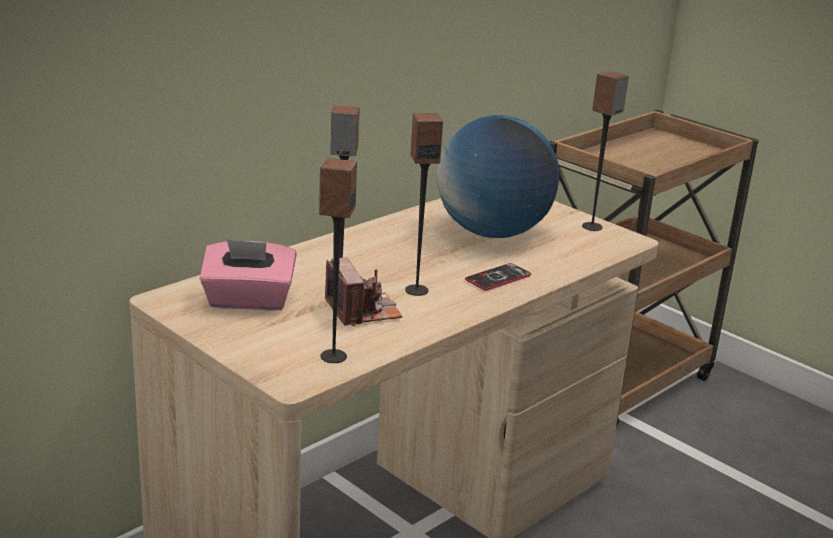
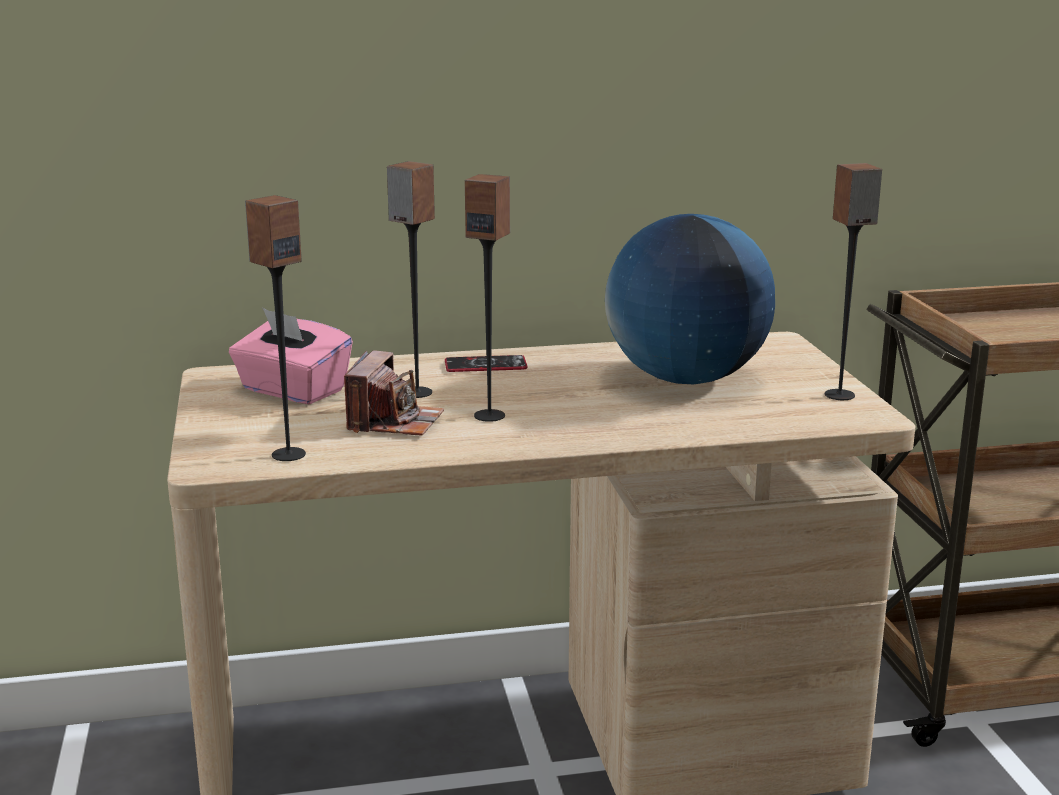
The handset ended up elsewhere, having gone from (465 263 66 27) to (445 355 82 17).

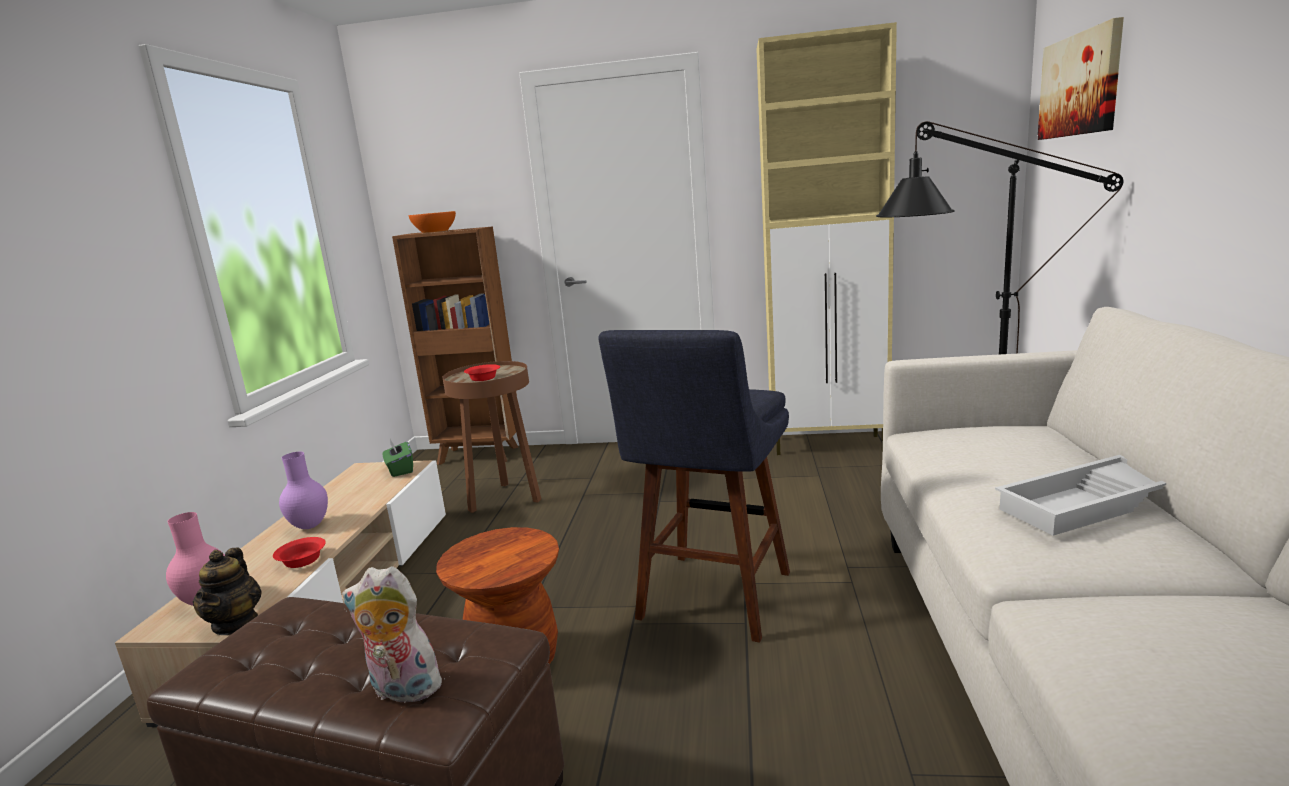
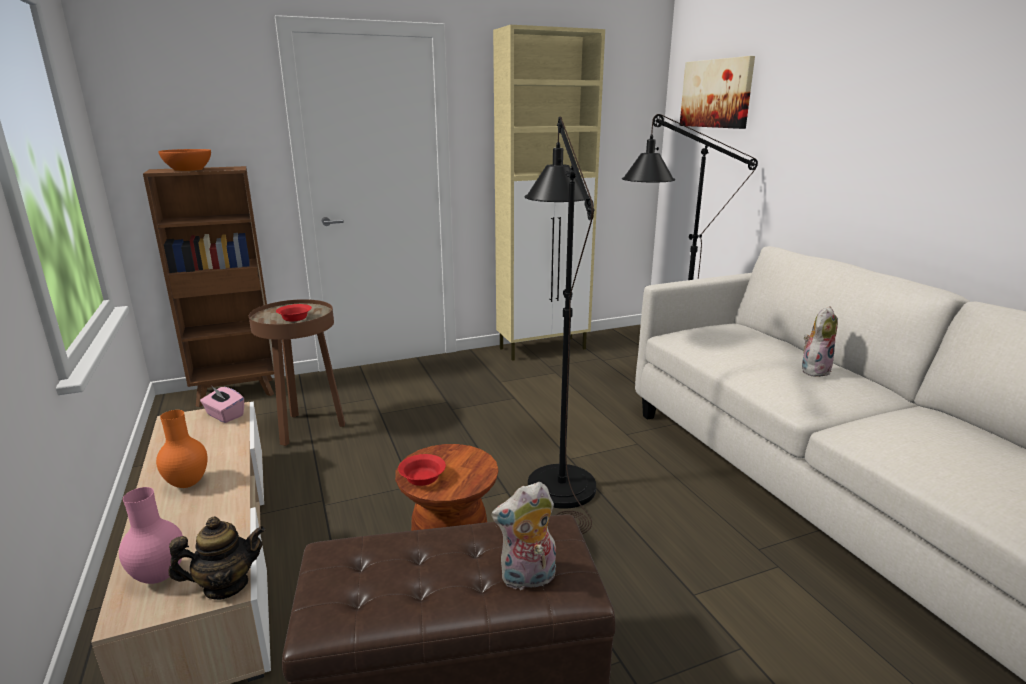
Where the bluish sitting stool stood at (598 330 192 313), the blackish standard lamp came to stand at (525 116 71 418).
What was the green-coloured tissue box at (382 439 31 38) turned into the pinkish tissue box at (200 387 44 36).
What was the purple-coloured vase at (279 452 49 77) turned into the orange vase at (156 410 51 78).
Where the white carrying tray stood at (995 455 171 81), the soft toy came to stand at (802 306 36 71).
The reddish bowl ended up elsewhere, having gone from (273 537 53 31) to (398 454 48 32).
The pot for tea at (192 548 70 87) ended up facing another way, 75 degrees counterclockwise from before.

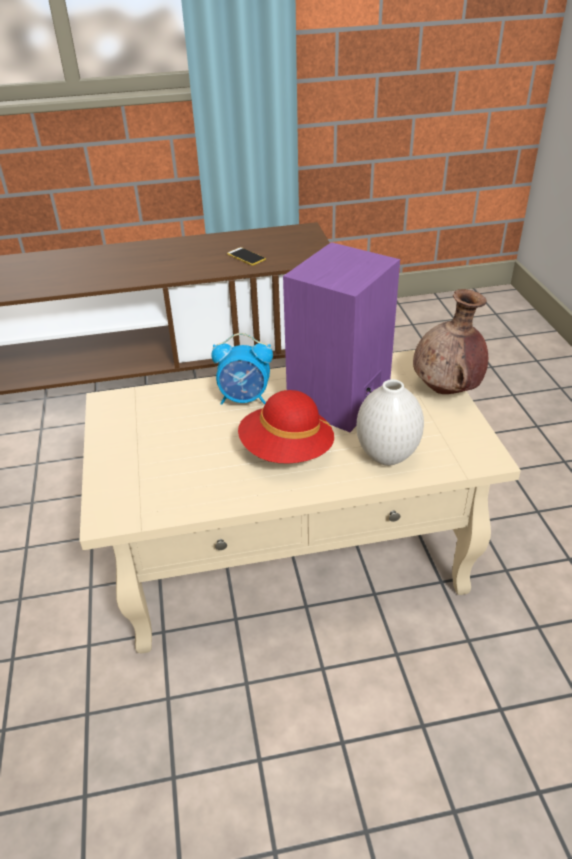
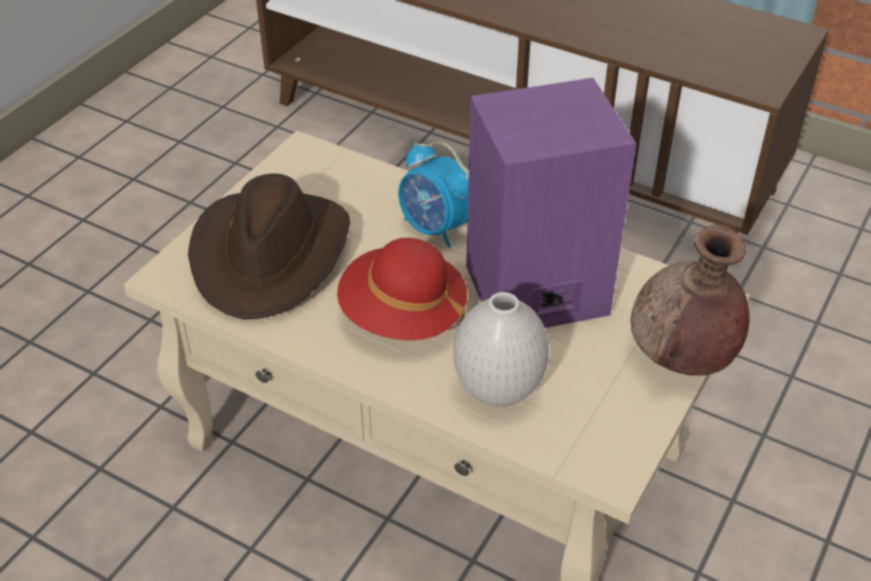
The second view lost the handset at (227 247 39 19).
The second view gained the brown wearable hat at (188 174 162 146).

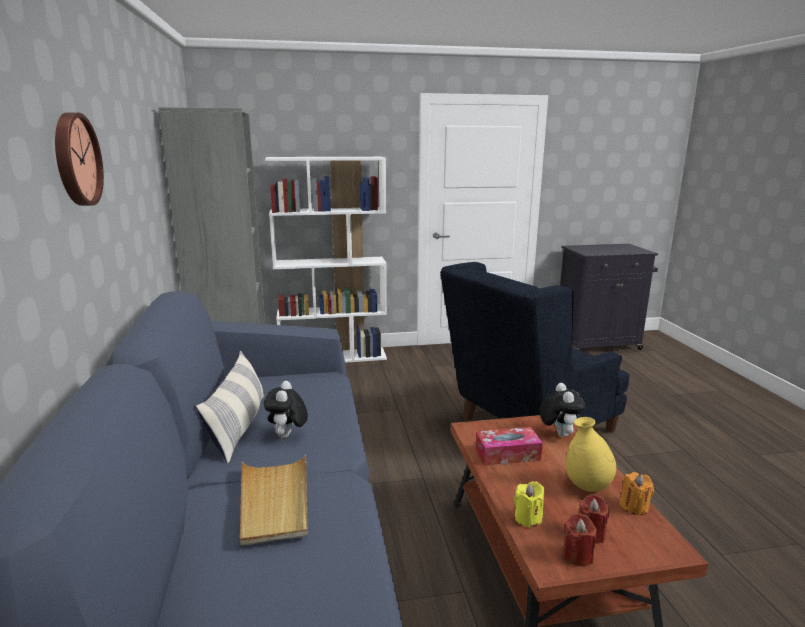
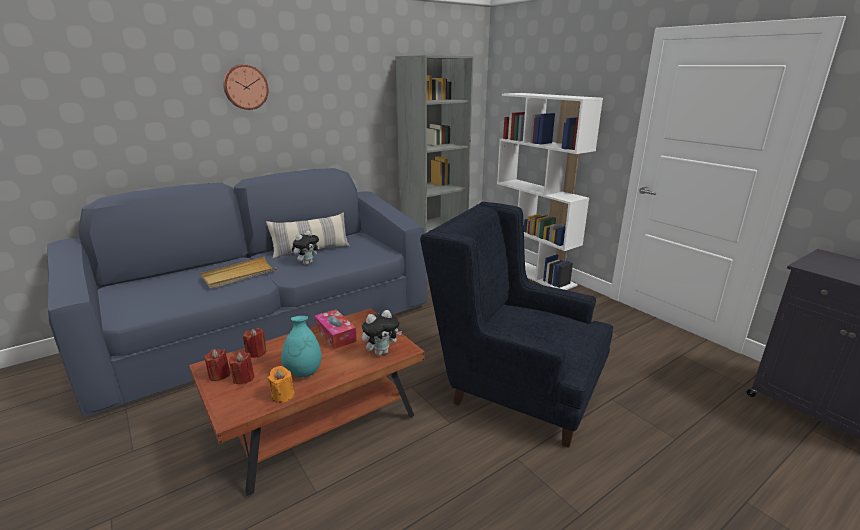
The soft toy at (264 381 44 57) ended up facing another way, 150 degrees clockwise from before.
What was the yellow-coloured vase at (566 417 50 75) turned into the turquoise-coloured vase at (281 316 40 61).
What was the yellow-coloured candle at (514 481 30 47) turned into the reddish candle at (243 328 23 30).

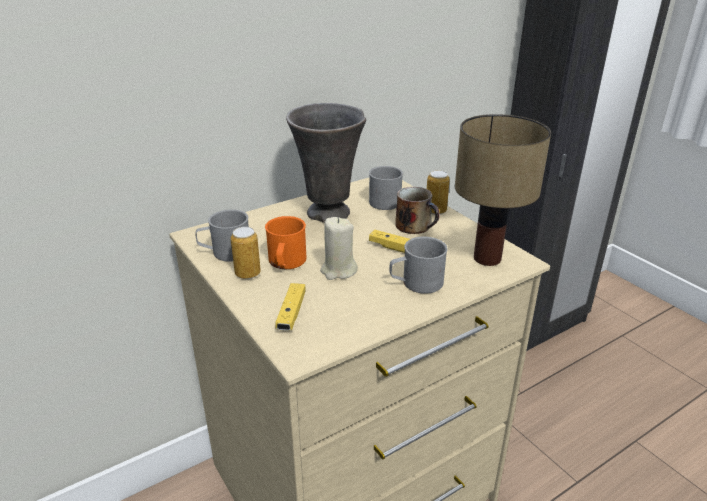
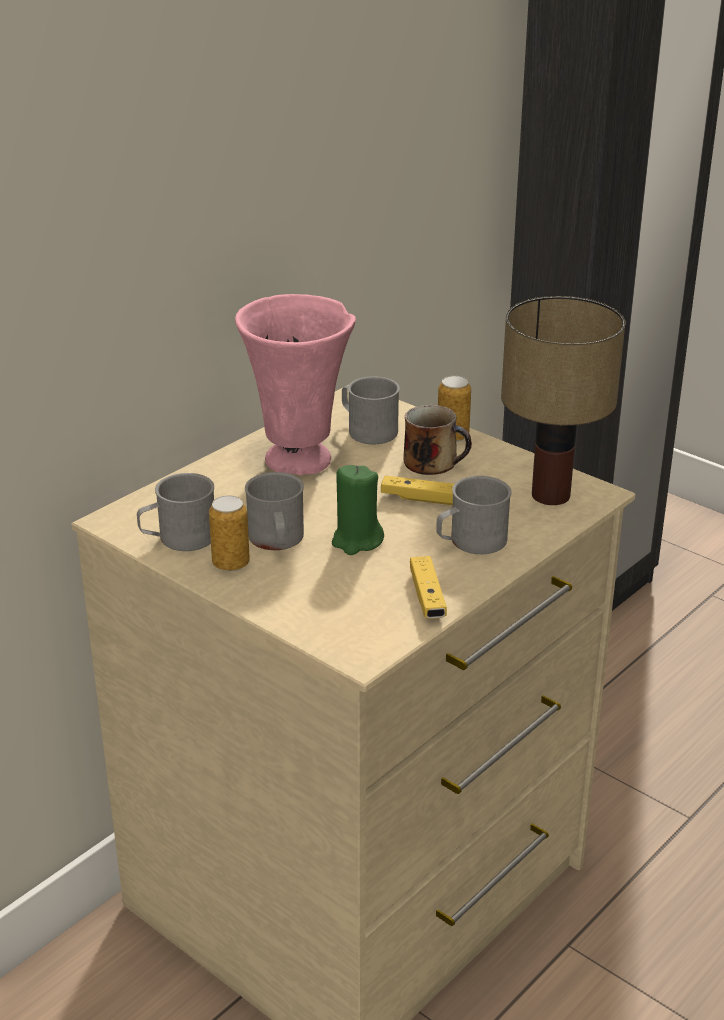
What was the gray vase at (286 103 80 120) turned into the pinkish vase at (235 294 121 181).
What was the orange tea mug at (265 216 41 53) turned into the gray tea mug at (245 472 59 78).
What was the beige-coloured candle at (320 217 38 63) turned into the green-coloured candle at (332 465 52 90).
The yellow-coloured game controller ended up elsewhere, having gone from (275 283 30 48) to (410 556 37 63).

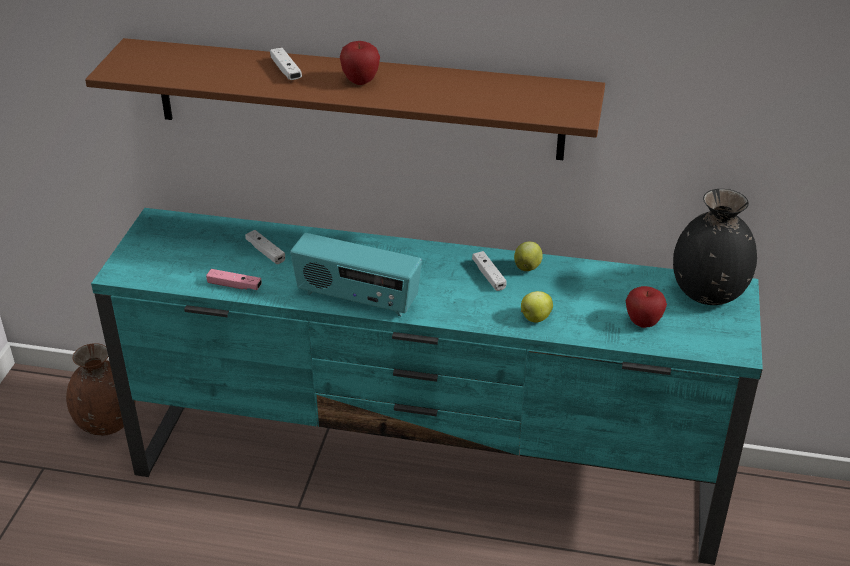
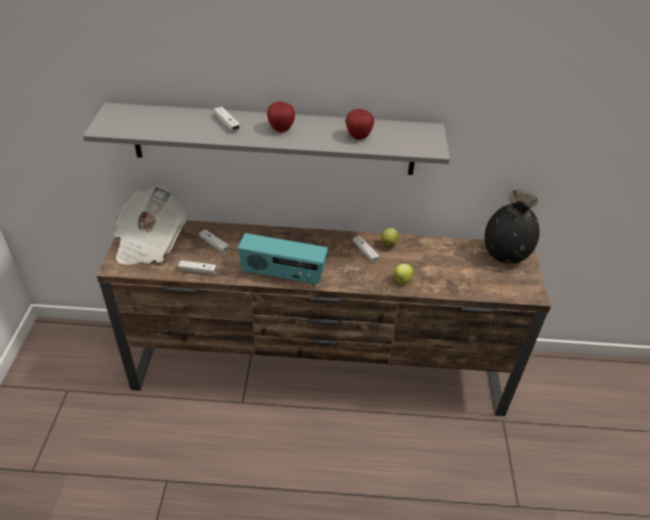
What was the brown wall shelf at (85 38 520 122) turned into the gray wall shelf at (83 103 367 72).
What was the turquoise-coloured tv unit at (91 208 672 357) turned into the brown tv unit at (97 220 454 196).
What was the pinkish game controller at (206 269 56 21) turned into the white game controller at (178 260 39 14).
The apple ended up elsewhere, having gone from (626 286 41 42) to (345 109 29 31).
The second view lost the brown vase at (66 343 70 93).
The second view gained the daily paper at (114 186 73 79).

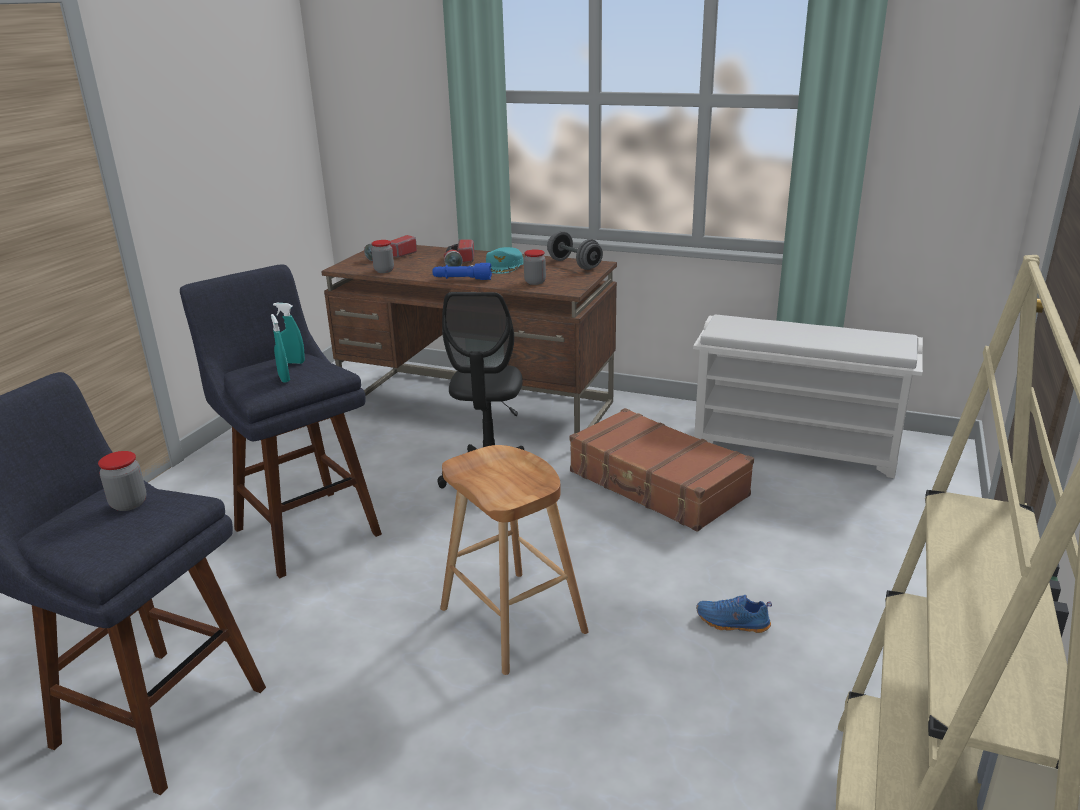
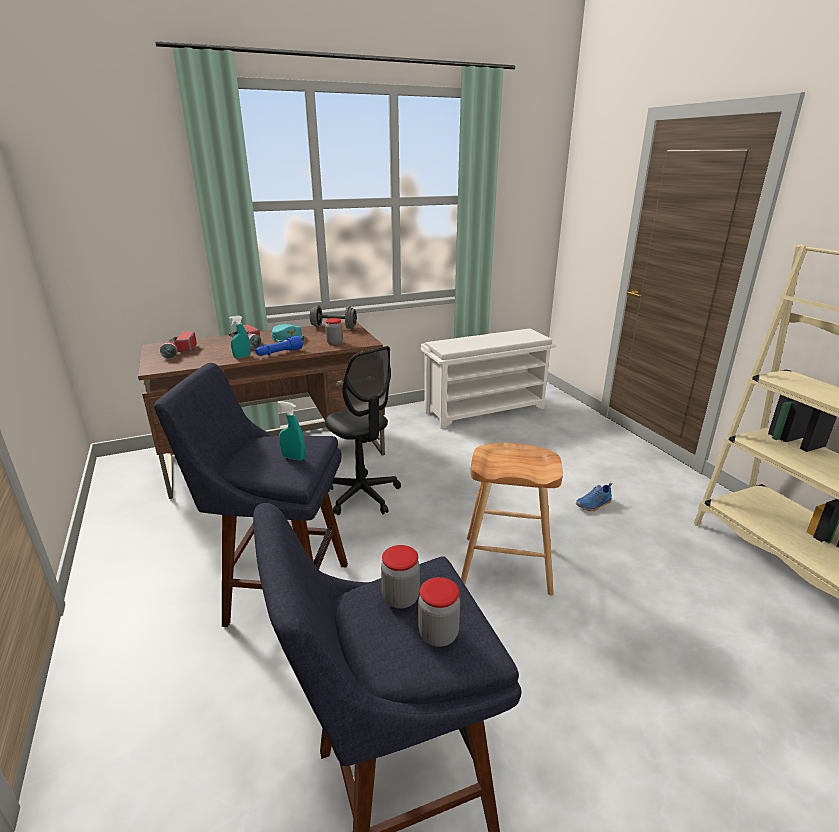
The jar ended up elsewhere, having gone from (371 240 23 33) to (418 577 42 70).
The turquoise-coloured spray bottle ended up elsewhere, having gone from (273 303 32 61) to (229 315 22 43).
The second view lost the brown suitcase at (570 408 184 123).

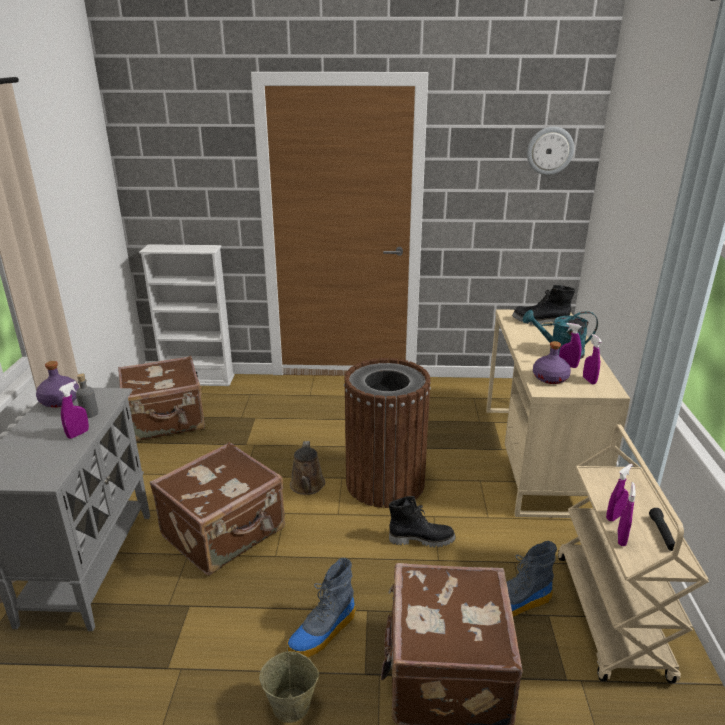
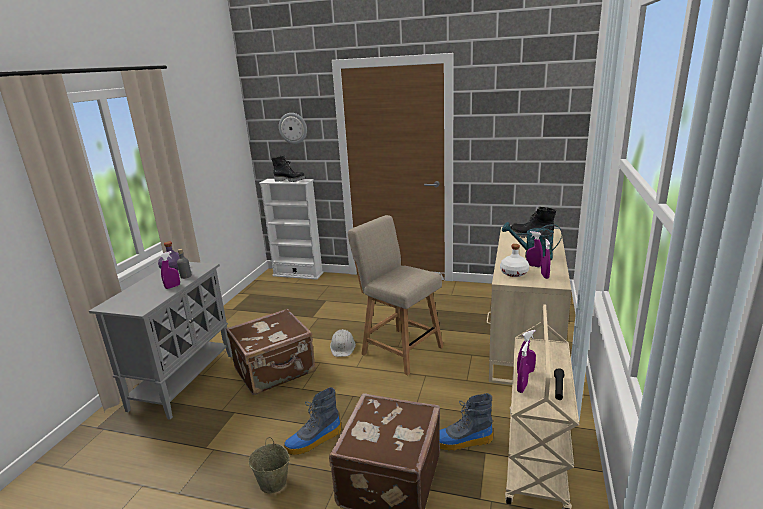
The clock on the wall ended up elsewhere, having gone from (527 127 47 48) to (279 113 28 31).
What was the purple-coloured bottle at (533 341 38 43) turned into the white bottle at (500 244 29 33).
The second view lost the brown suitcase at (118 356 87 86).
Where the brown rubbish bin stood at (344 358 87 150), the beige-coloured chair came to stand at (348 215 95 160).
Where the brown watering can stood at (290 441 35 54), the white safety helmet came to stand at (330 329 26 28).
The blackish high-top boot ended up elsewhere, having gone from (389 496 67 52) to (271 155 35 27).

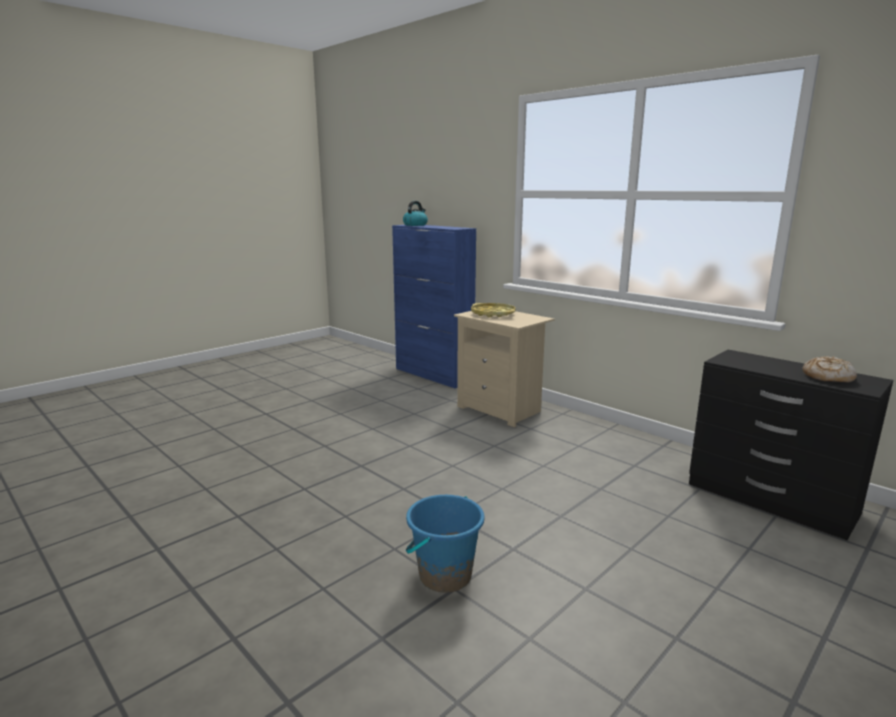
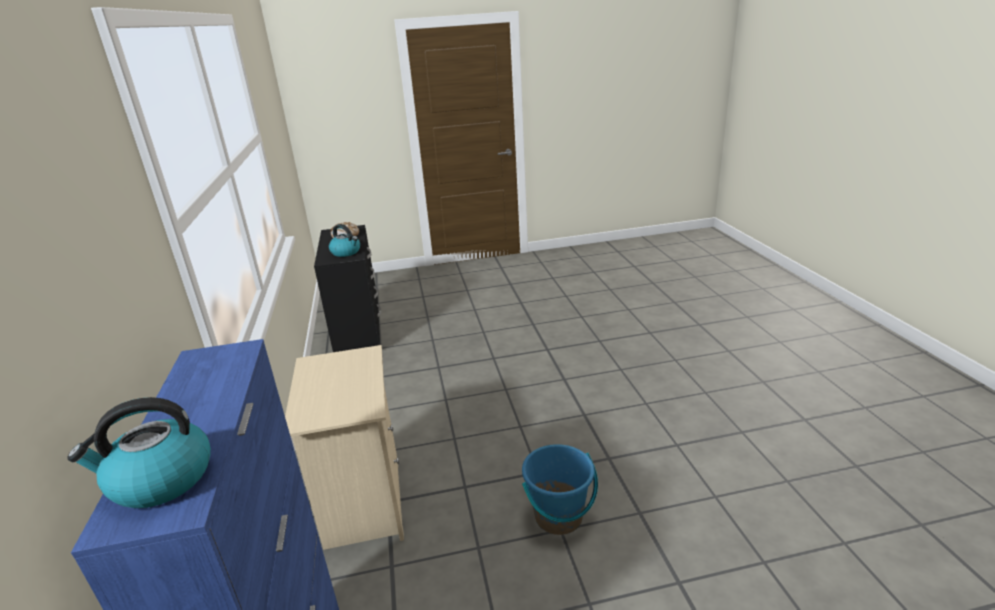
The second view lost the yellow-coloured carrying tray at (471 303 45 15).
The bluish bucket ended up elsewhere, having gone from (406 495 78 97) to (522 444 76 91).
The second view gained the water kettle at (329 224 31 33).

